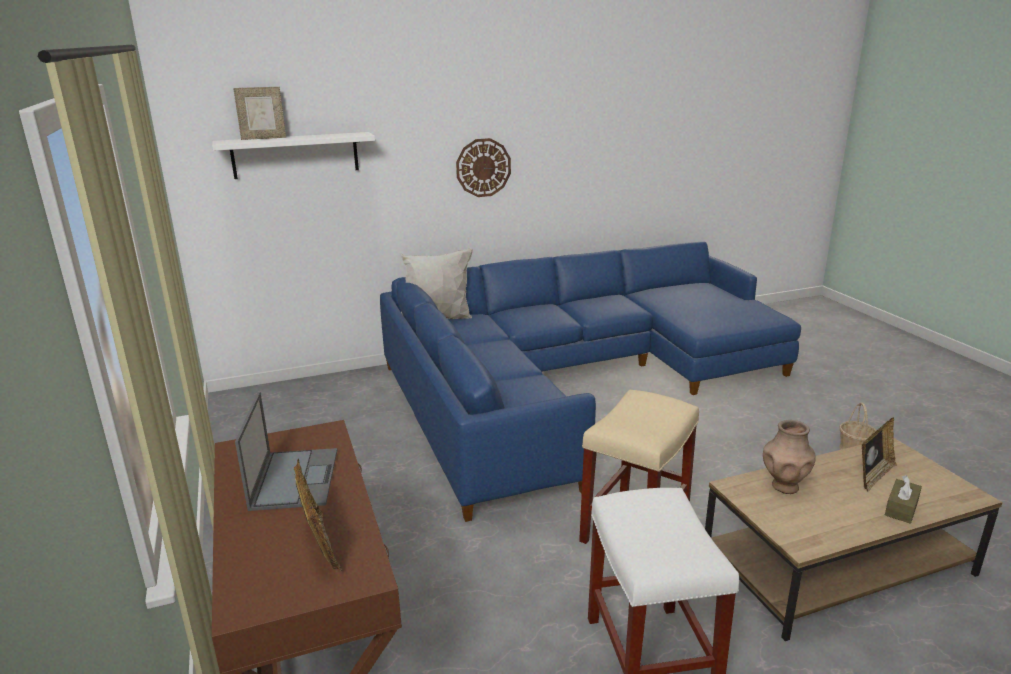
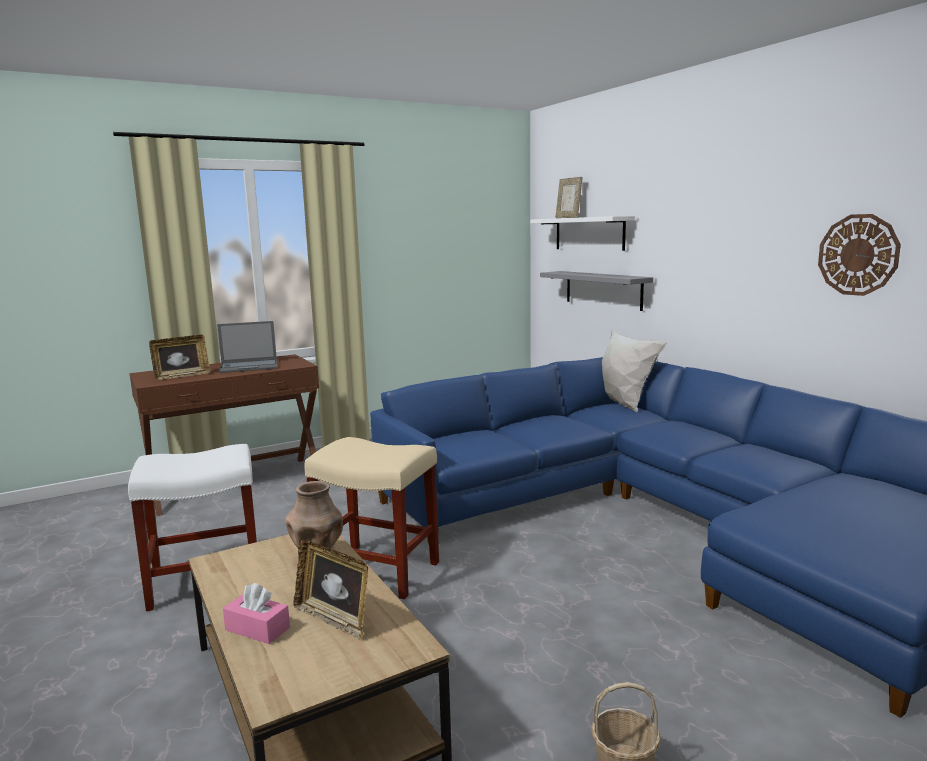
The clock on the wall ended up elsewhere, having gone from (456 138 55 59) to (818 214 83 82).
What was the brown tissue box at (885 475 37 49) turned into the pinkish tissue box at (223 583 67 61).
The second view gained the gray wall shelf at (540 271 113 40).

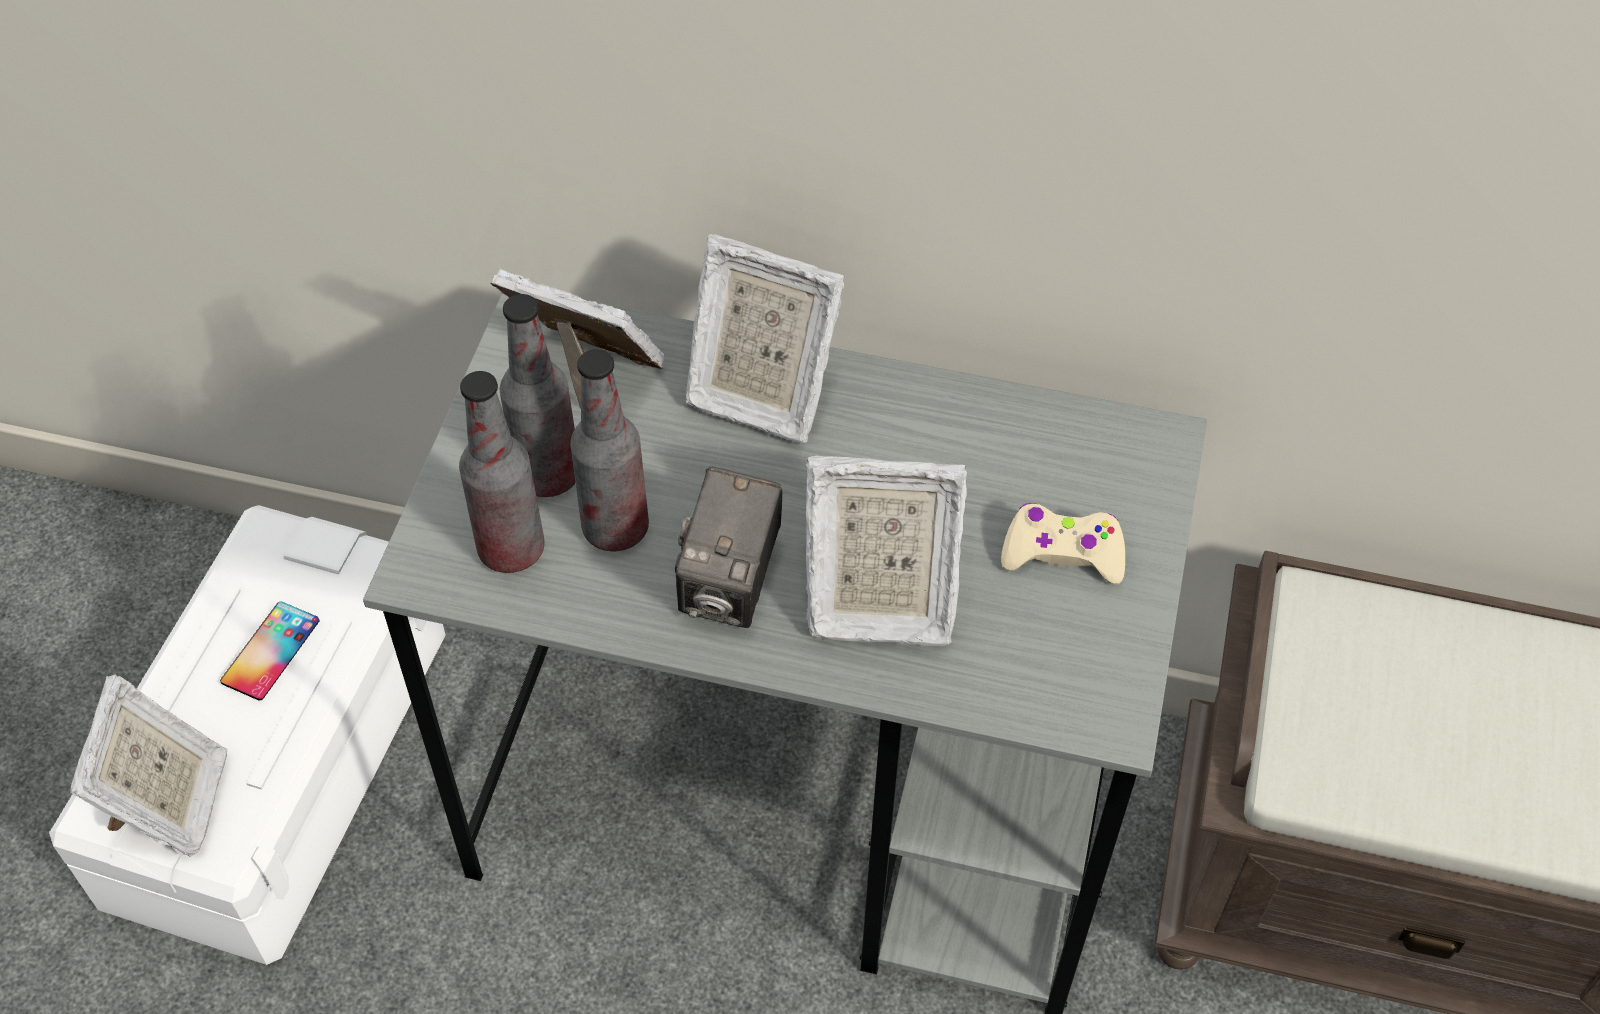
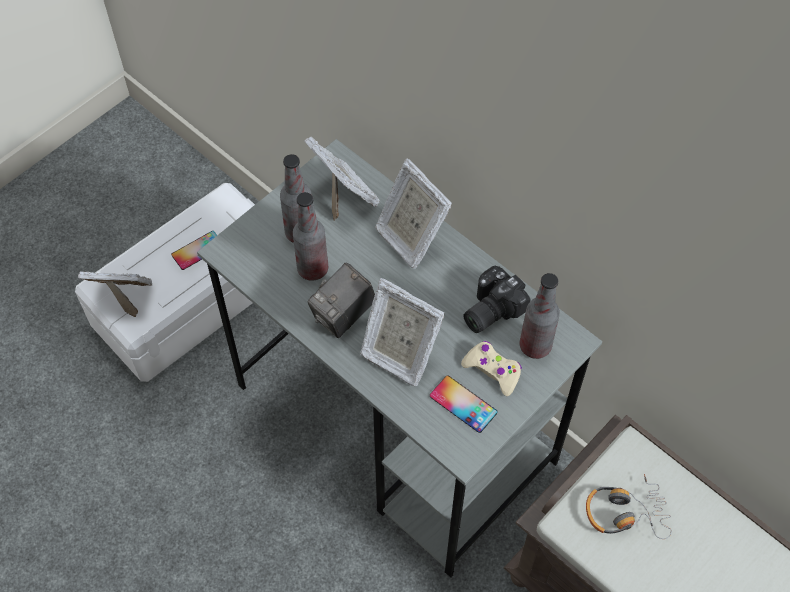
The bottle ended up elsewhere, having gone from (459 371 86 202) to (520 273 40 86).
The photo frame at (70 675 157 182) ended up facing another way, 120 degrees counterclockwise from before.
The second view gained the still camera at (463 266 68 67).
The second view gained the handset at (430 375 68 58).
The second view gained the pair of headphones at (586 474 86 65).

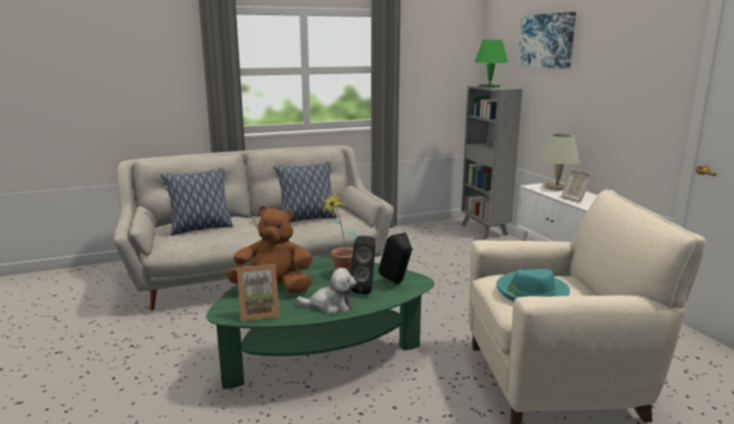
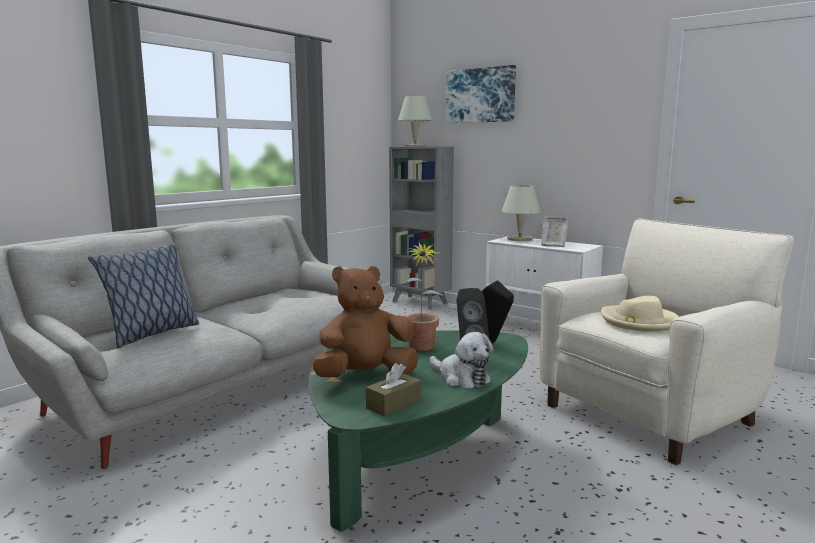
What was the green-coloured lamp for a table at (475 40 33 47) turned into the beige-coloured lamp for a table at (398 96 35 50).
The second view lost the pillow at (273 161 64 62).
Where the photo frame stood at (237 264 43 58), the brown tissue box came to stand at (366 363 55 54).
The soft toy at (296 268 60 46) ended up facing another way, 75 degrees clockwise from before.
What was the turquoise-coloured wearable hat at (497 269 73 32) turned into the beige-coloured wearable hat at (601 296 78 36).

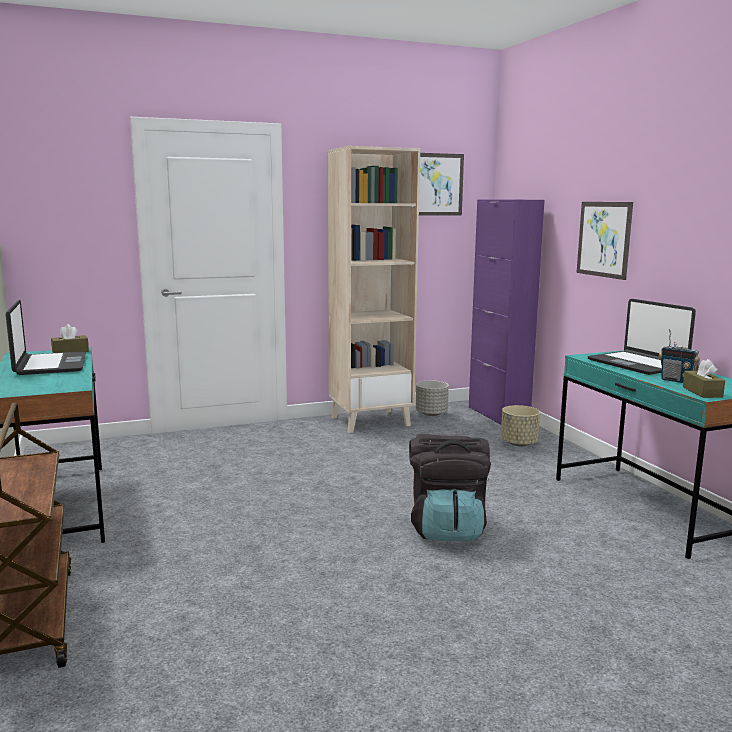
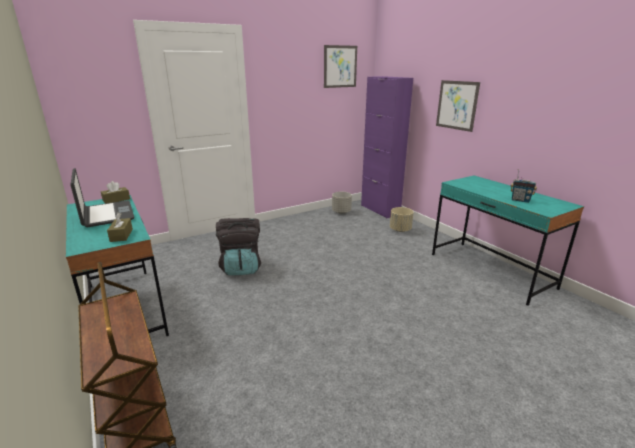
The second view lost the beige-coloured bookshelf at (327 146 93 287).
The second view lost the laptop at (587 299 109 76).
The brown tissue box ended up elsewhere, having gone from (683 359 42 39) to (107 213 26 29).
The blackish backpack ended up elsewhere, having gone from (409 434 82 107) to (216 218 45 57).

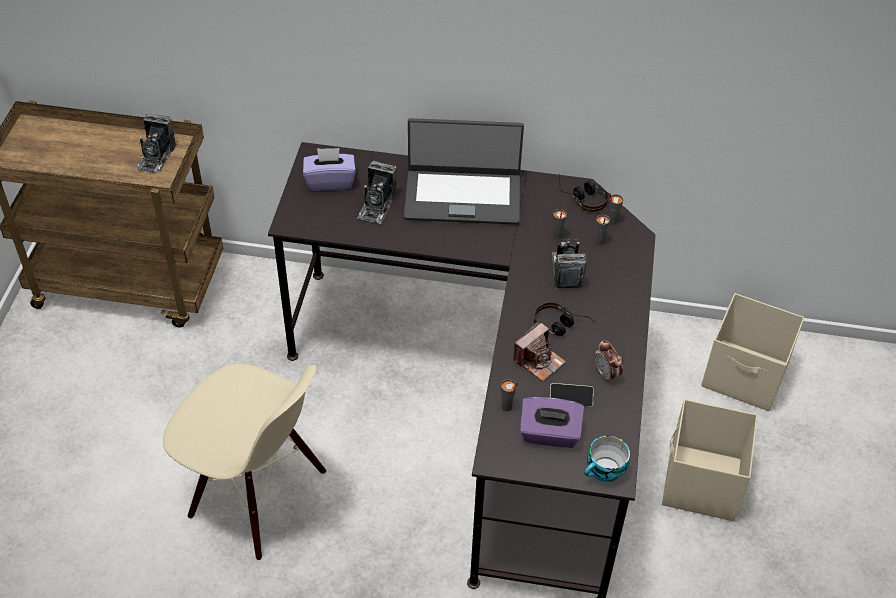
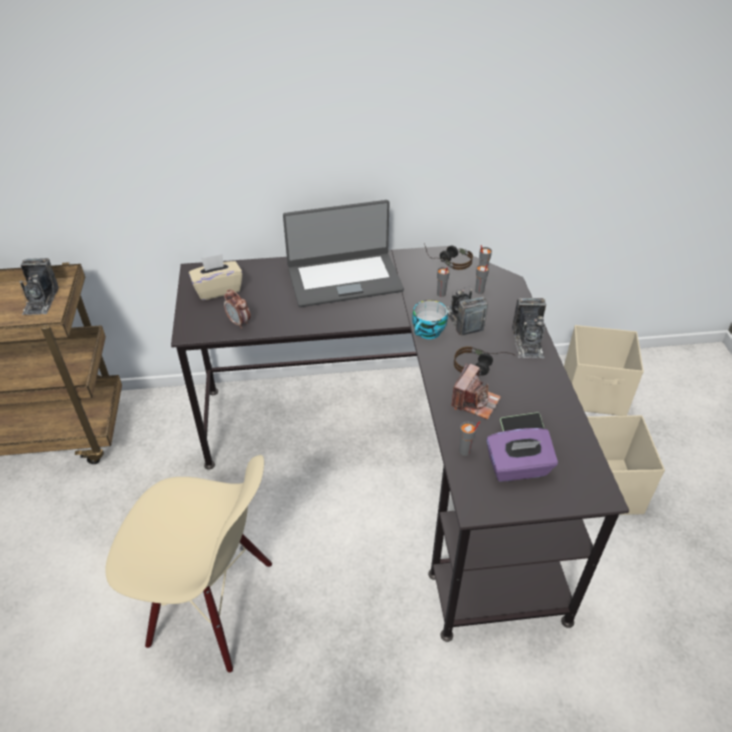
What was the purple-coloured tissue box at (303 148 53 43) turned into the beige-coloured tissue box at (189 254 54 46).
The still camera ended up elsewhere, having gone from (357 161 40 63) to (512 298 34 60).
The bedside clock ended up elsewhere, having gone from (594 340 29 43) to (224 289 27 40).
The cup ended up elsewhere, having gone from (585 435 45 47) to (412 300 36 39).

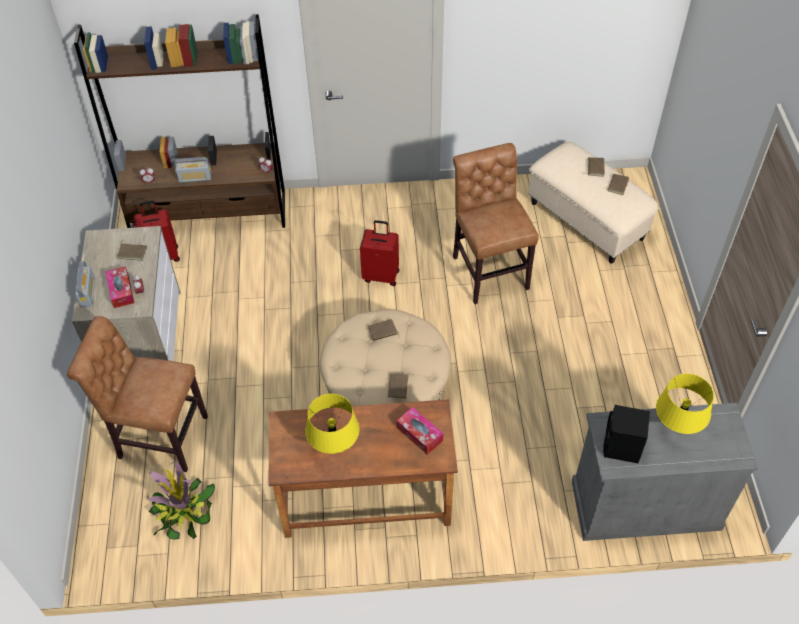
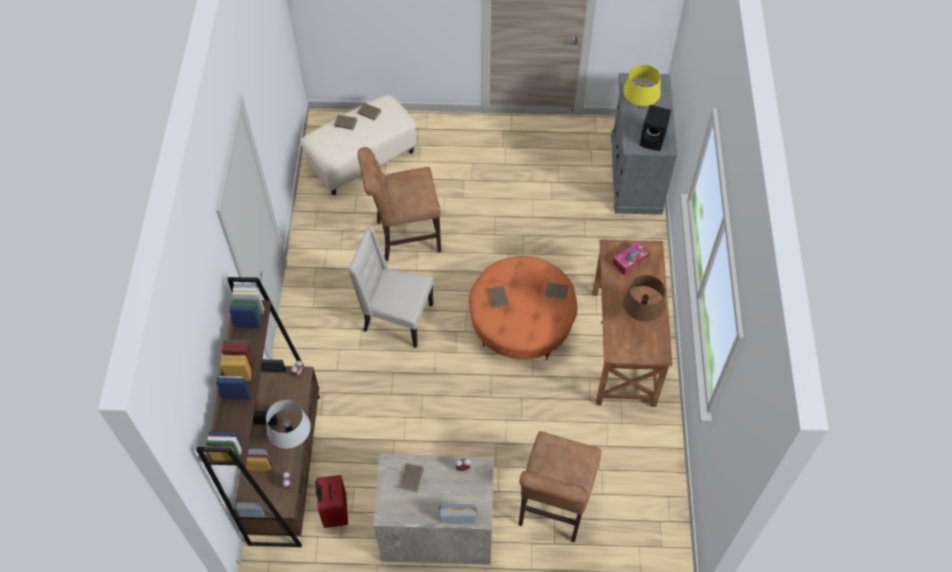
Where the radio set stood at (174 157 37 26), the gray lamp for a table came to stand at (266 400 45 49).
Where the reddish suitcase stood at (360 220 39 66), the beige-coloured chair came to stand at (348 227 86 121).
The second view lost the tissue box at (105 266 29 42).
What was the beige-coloured footrest at (320 309 131 97) turned into the orange footrest at (469 256 108 104).
What was the yellow-coloured lamp for a table at (306 394 53 60) turned into the brown lamp for a table at (623 275 42 47).
The second view lost the potted plant at (147 461 68 78).

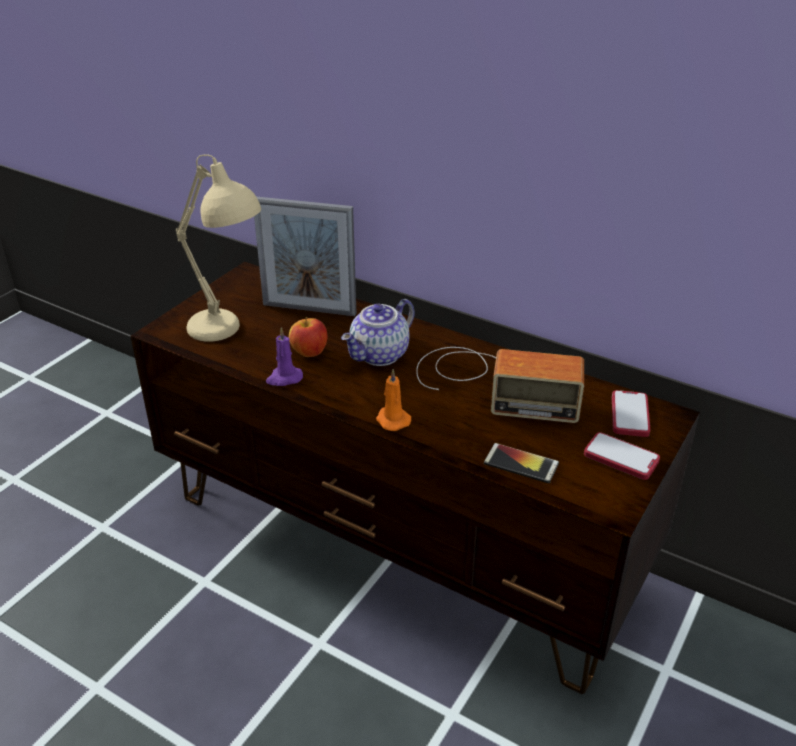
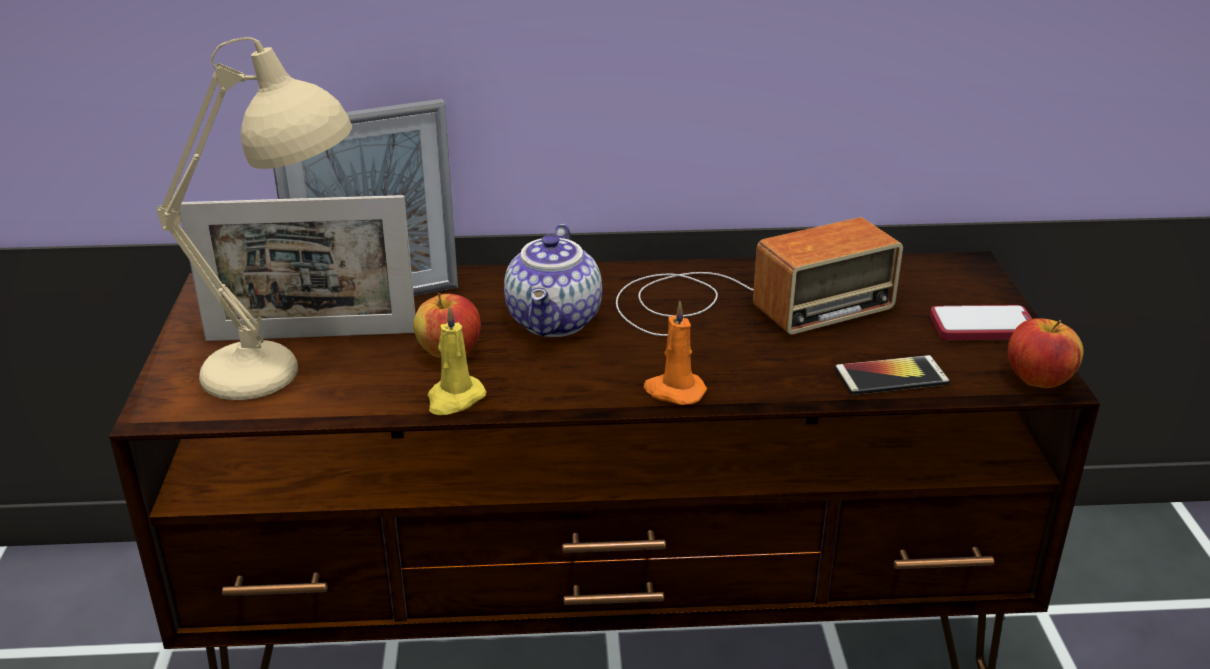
What was the purple-coloured candle at (266 328 37 58) turned into the yellow-coloured candle at (428 306 58 109).
The second view lost the handset at (612 390 38 47).
The second view gained the photo frame at (179 195 236 146).
The second view gained the apple at (1008 318 75 70).

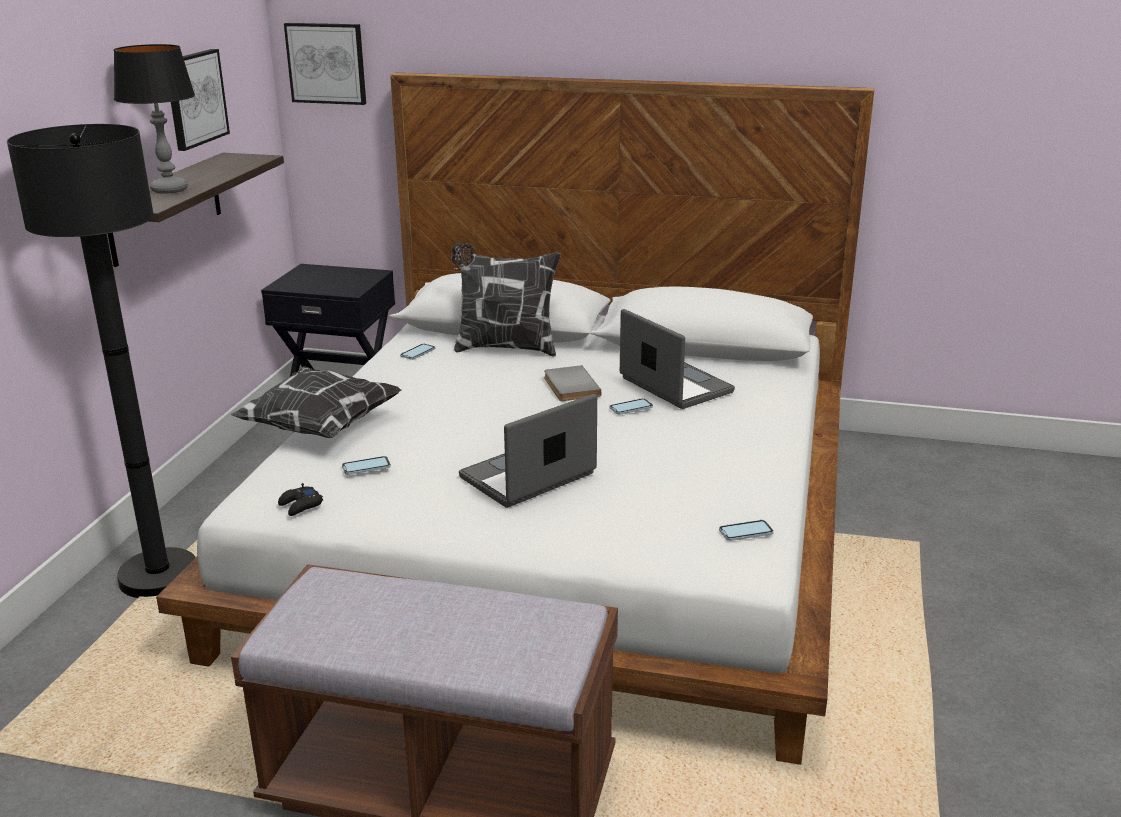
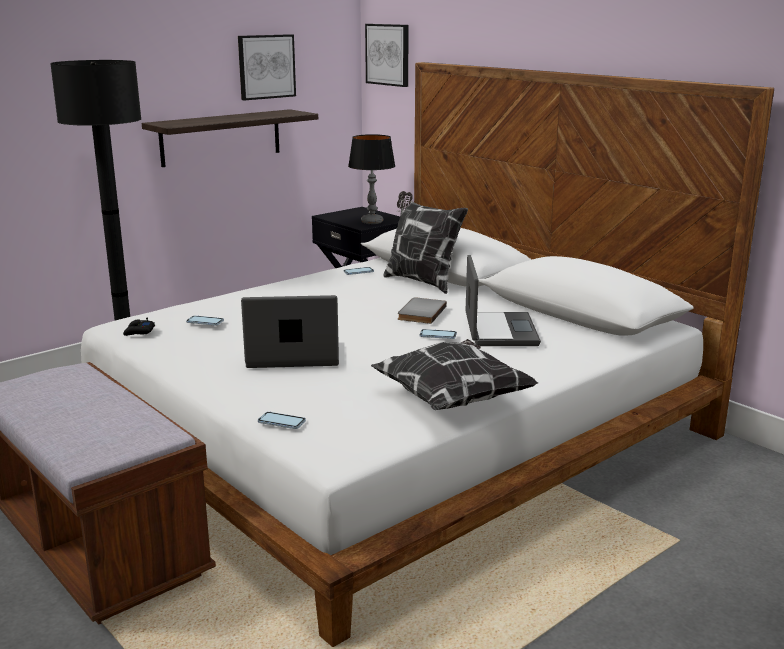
The lamp for a table ended up elsewhere, having gone from (114 44 81 150) to (348 134 47 90).
The pillow ended up elsewhere, having gone from (231 366 171 72) to (371 339 167 71).
The handset ended up elsewhere, having gone from (719 520 55 21) to (258 412 48 17).

